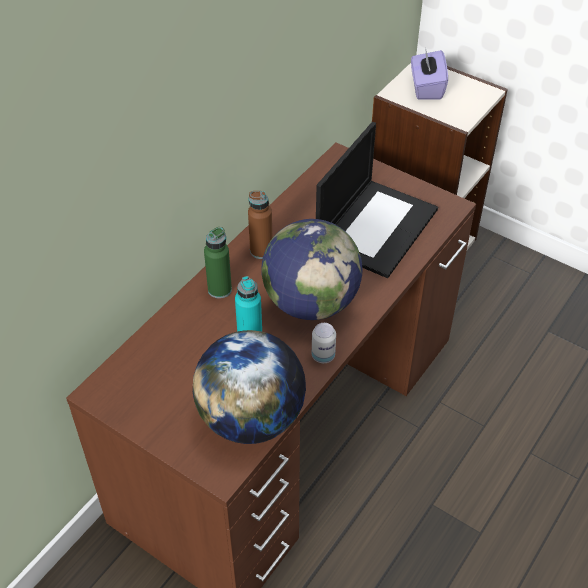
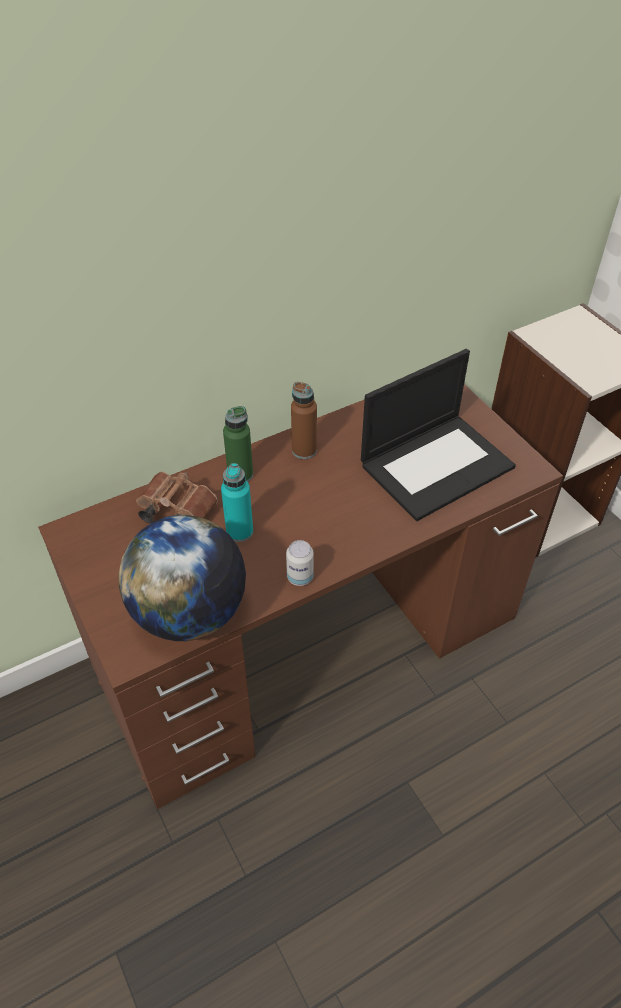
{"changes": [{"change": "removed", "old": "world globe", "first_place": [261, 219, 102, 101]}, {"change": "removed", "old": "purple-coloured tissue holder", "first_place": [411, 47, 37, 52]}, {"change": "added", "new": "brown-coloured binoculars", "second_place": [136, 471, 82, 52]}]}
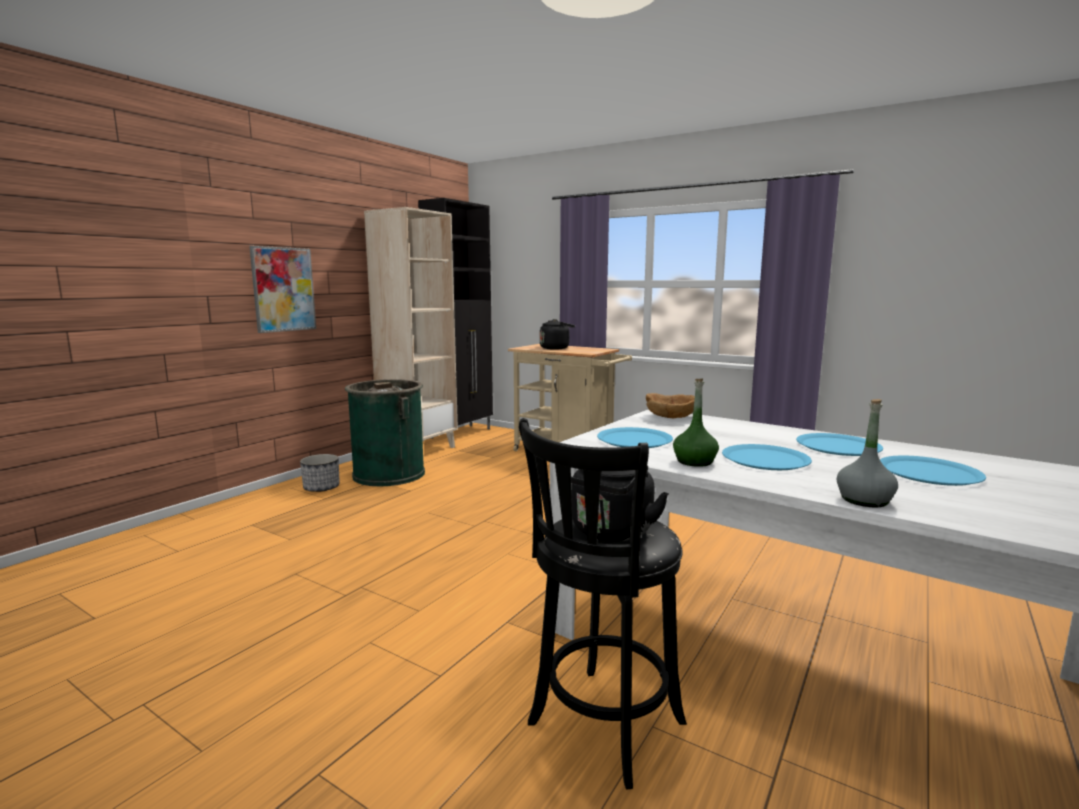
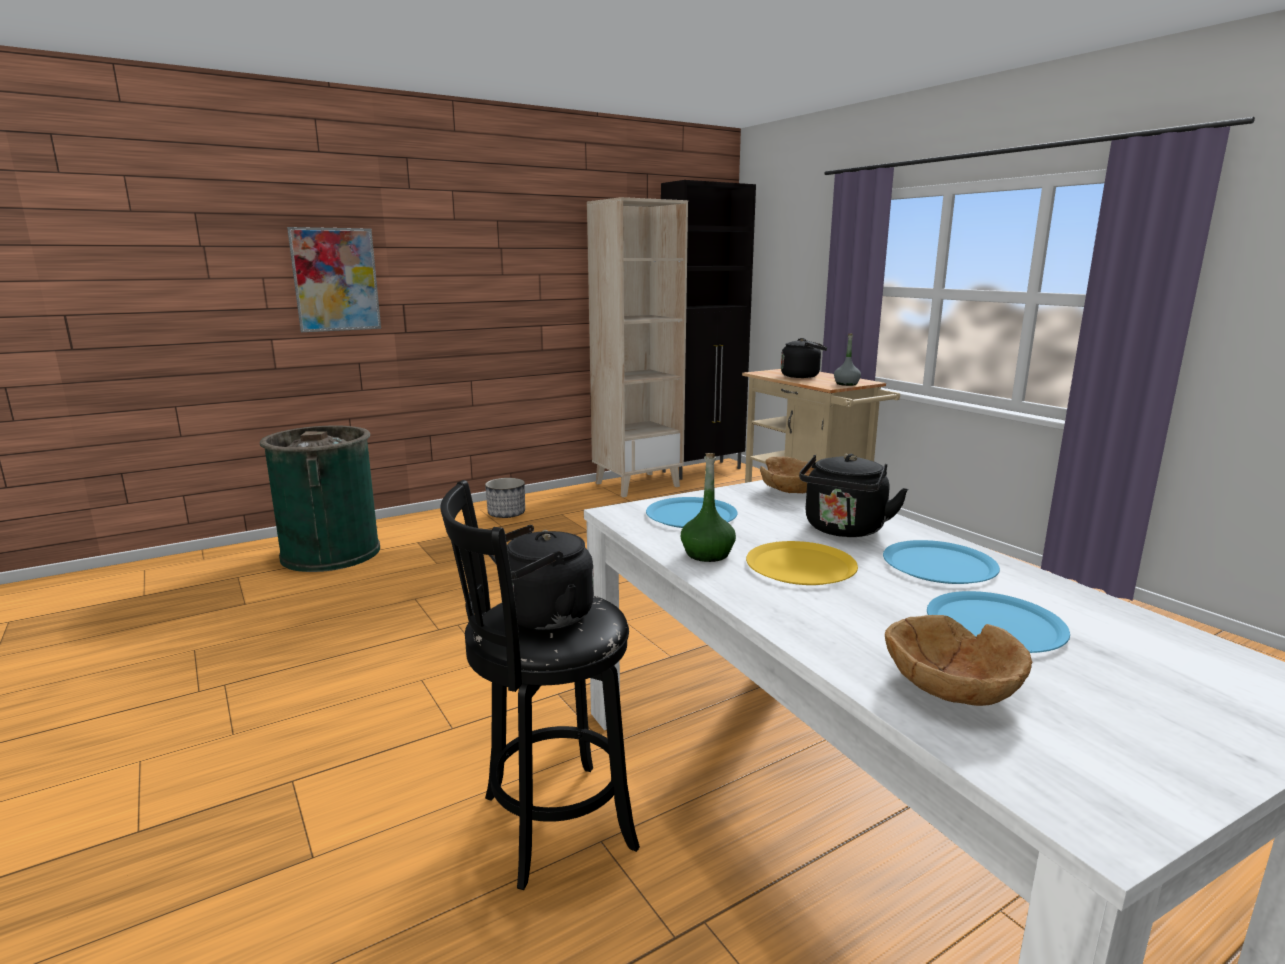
{"changes": [{"change": "added", "new": "black tea kettle", "second_place": [799, 453, 109, 84]}, {"change": "added", "new": "brown-coloured deep dish", "second_place": [885, 615, 147, 91]}, {"change": "moved", "old": "wall art", "first_place": [249, 246, 67, 87], "second_place": [287, 227, 94, 105]}, {"change": "moved", "old": "green-coloured waste bin", "first_place": [345, 379, 80, 107], "second_place": [260, 425, 120, 147]}, {"change": "moved", "old": "greyish bottle", "first_place": [837, 399, 61, 108], "second_place": [834, 333, 27, 53]}, {"change": "recoloured", "old": "blue dinner plate", "new": "yellowish dinner plate", "first_place": [722, 444, 90, 26], "second_place": [746, 541, 112, 44]}]}
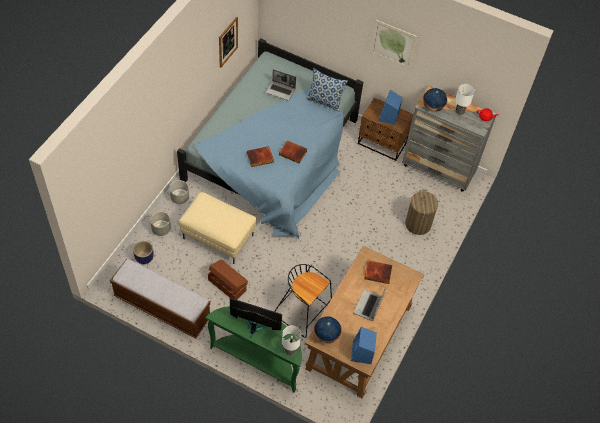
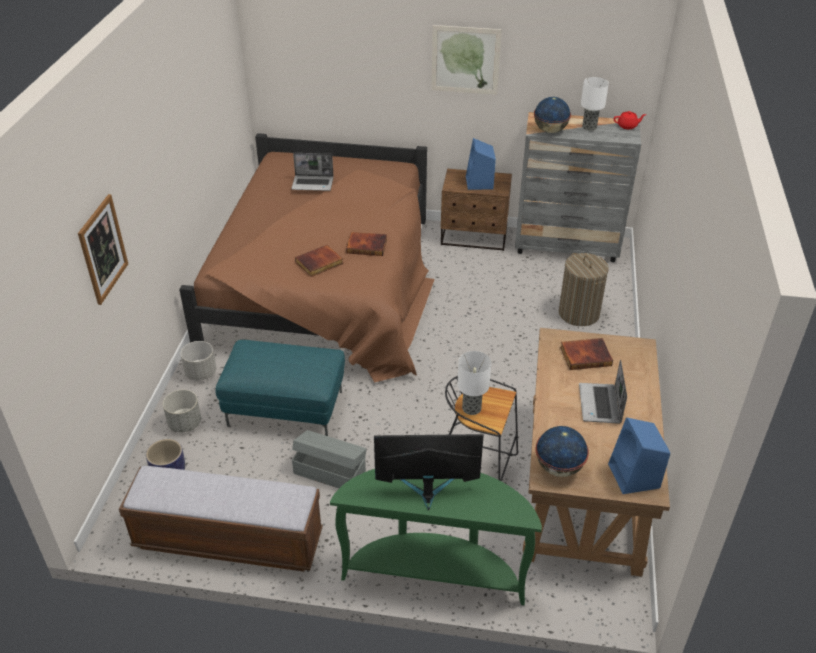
{"changes": [{"change": "removed", "old": "throw pillow", "first_place": [306, 68, 42, 44]}, {"change": "moved", "old": "wall art", "first_place": [219, 17, 19, 51], "second_place": [78, 194, 50, 111]}, {"change": "moved", "old": "tabletop lamp", "first_place": [282, 325, 19, 31], "second_place": [457, 351, 34, 64]}, {"change": "recoloured", "old": "blue bedroom bed", "new": "brown-coloured bedroom bed", "first_place": [177, 38, 186, 201], "second_place": [179, 133, 256, 250]}, {"change": "recoloured", "old": "beige-coloured pouffe", "new": "turquoise pouffe", "first_place": [179, 192, 78, 72], "second_place": [216, 340, 129, 96]}, {"change": "recoloured", "old": "brown-coloured storage box", "new": "greyish storage box", "first_place": [208, 259, 40, 41], "second_place": [292, 430, 75, 58]}]}
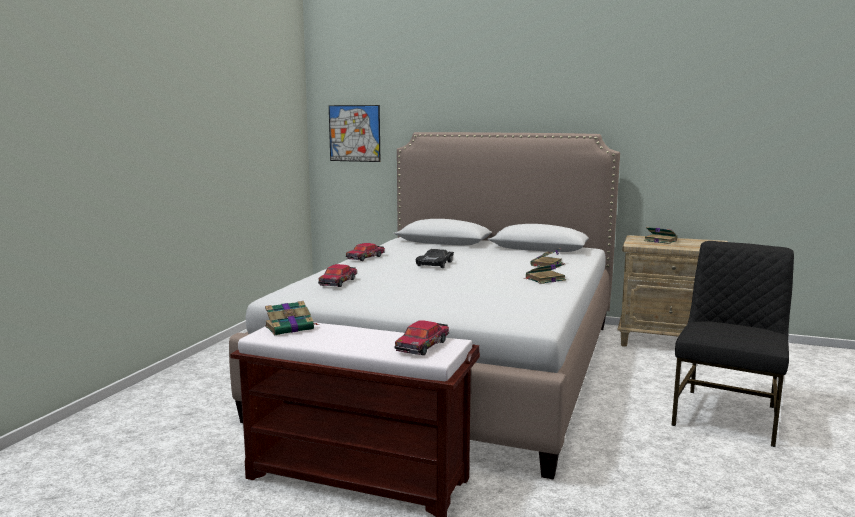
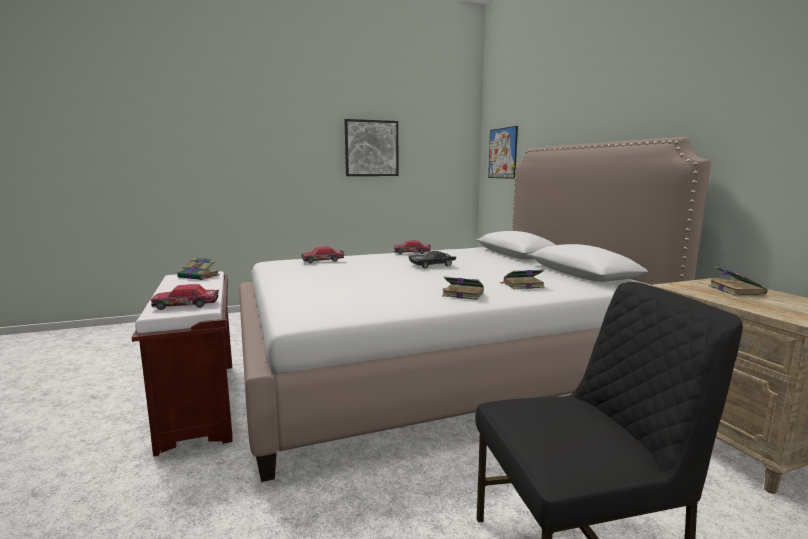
{"changes": [{"change": "added", "new": "wall art", "second_place": [344, 119, 54, 57]}]}
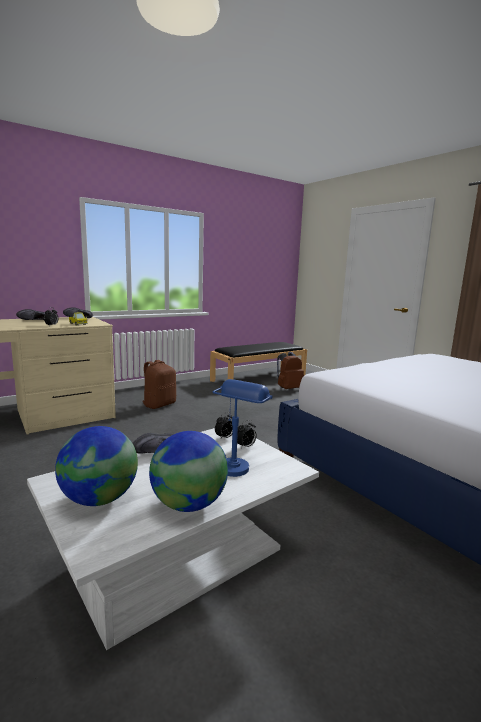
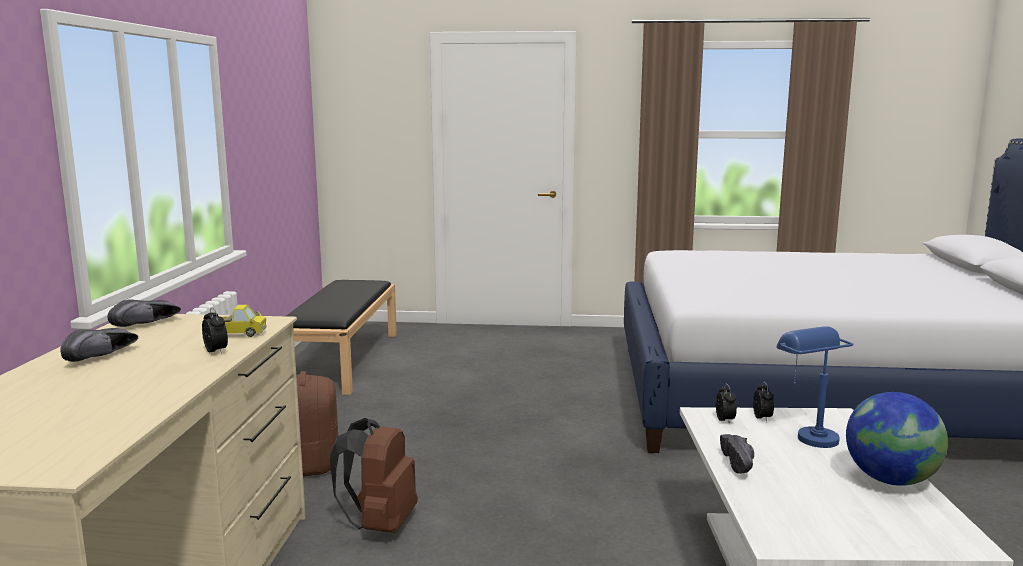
{"changes": [{"change": "removed", "old": "world globe", "first_place": [55, 426, 83, 80]}, {"change": "moved", "old": "brown-coloured backpack", "first_place": [277, 352, 27, 37], "second_place": [330, 418, 88, 115]}]}
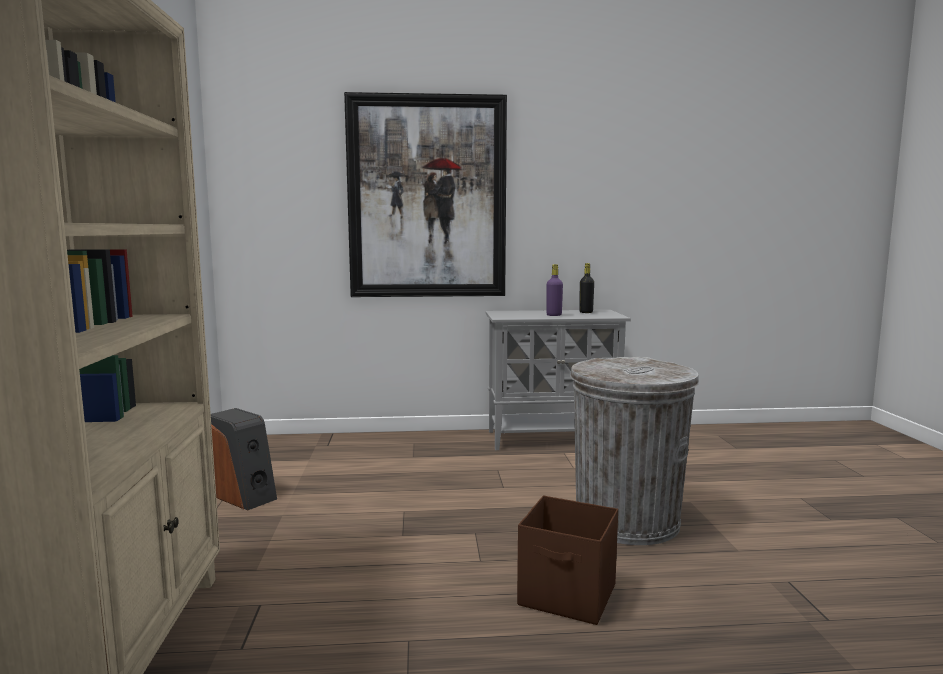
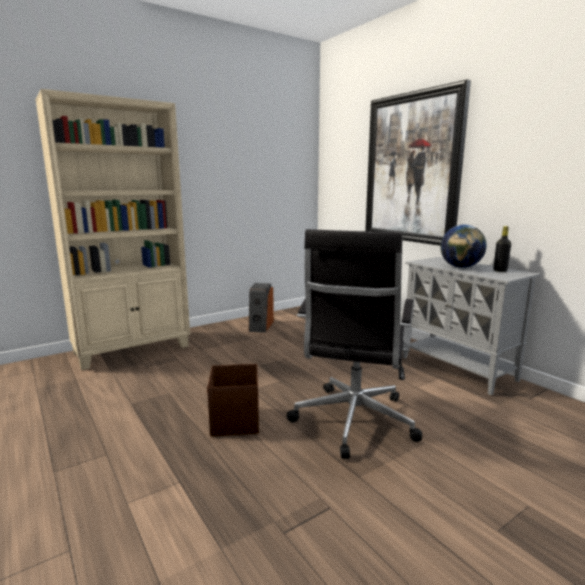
{"changes": [{"change": "replaced", "old": "purple-coloured bottle", "new": "world globe", "first_place": [546, 264, 17, 52], "second_place": [440, 225, 47, 43]}, {"change": "replaced", "old": "greyish waste bin", "new": "black desk chair", "first_place": [570, 357, 129, 188], "second_place": [287, 229, 135, 230]}]}
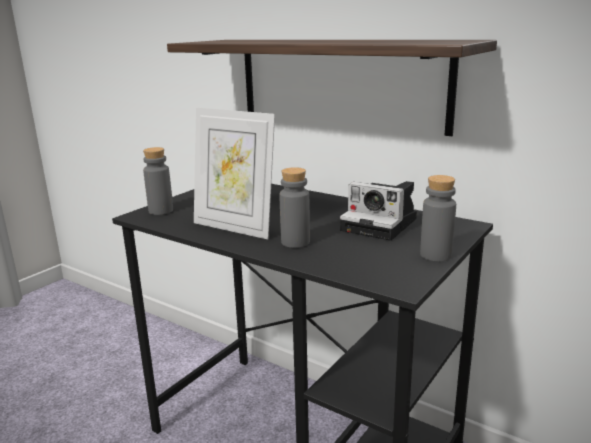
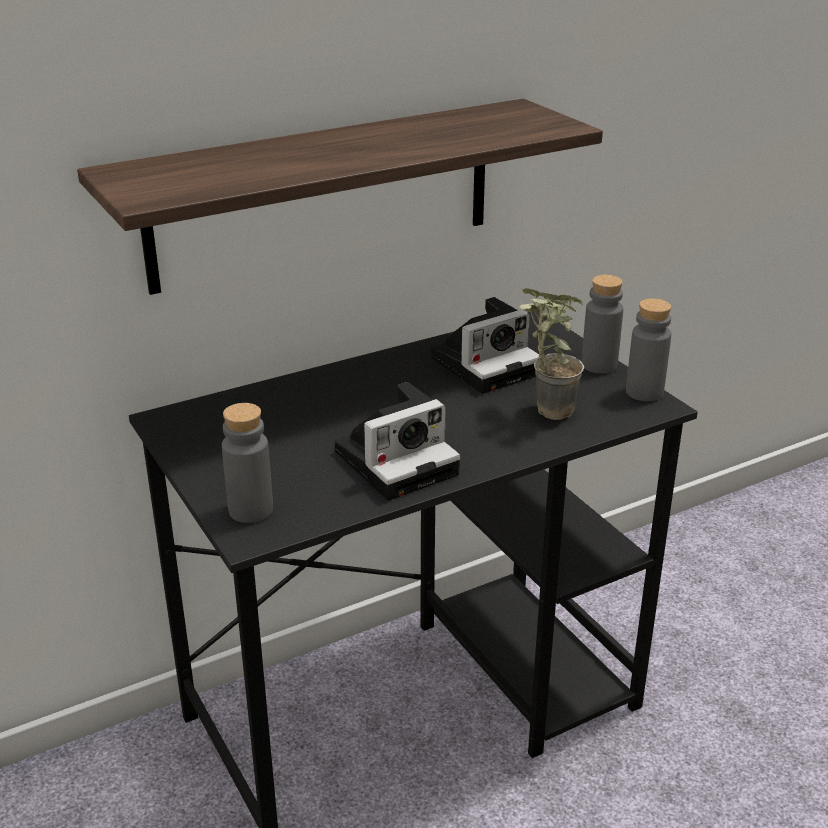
{"changes": [{"change": "added", "new": "plant in a pot", "second_place": [519, 288, 65, 132]}, {"change": "moved", "old": "greyish bottle", "first_place": [279, 167, 31, 81], "second_place": [626, 298, 45, 104]}, {"change": "replaced", "old": "standing frame", "new": "photo camera", "first_place": [194, 108, 81, 131], "second_place": [335, 382, 125, 119]}]}
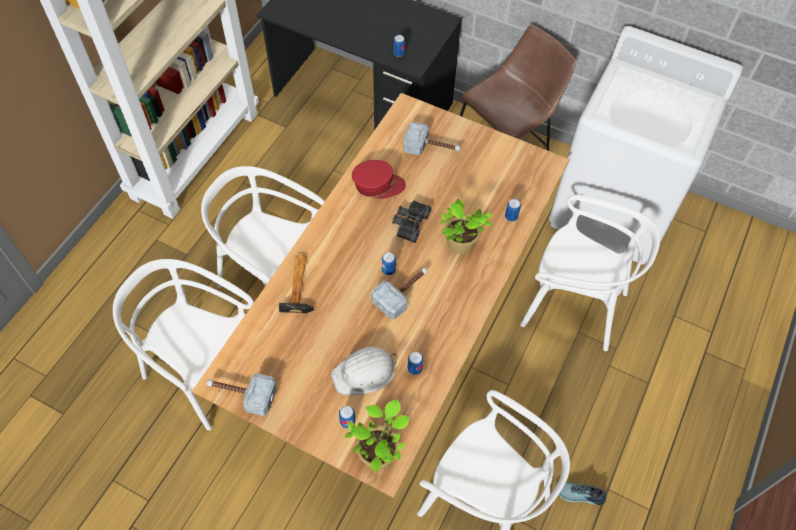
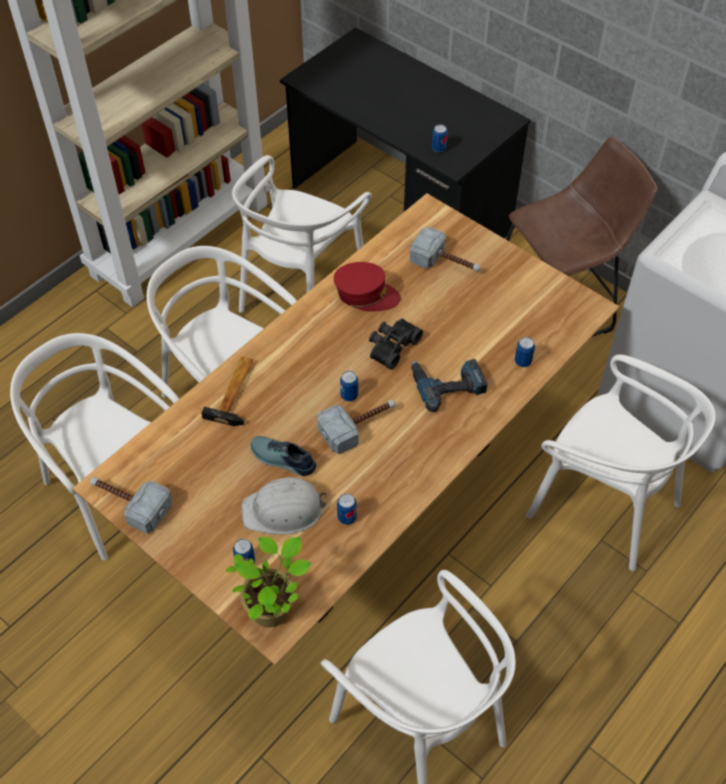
{"changes": [{"change": "added", "new": "white upright chair", "second_place": [232, 155, 140, 158]}, {"change": "moved", "old": "shoe", "first_place": [555, 482, 52, 23], "second_place": [251, 436, 65, 40]}, {"change": "replaced", "old": "plant in a pot", "new": "electric drill", "first_place": [441, 199, 51, 55], "second_place": [411, 359, 77, 53]}]}
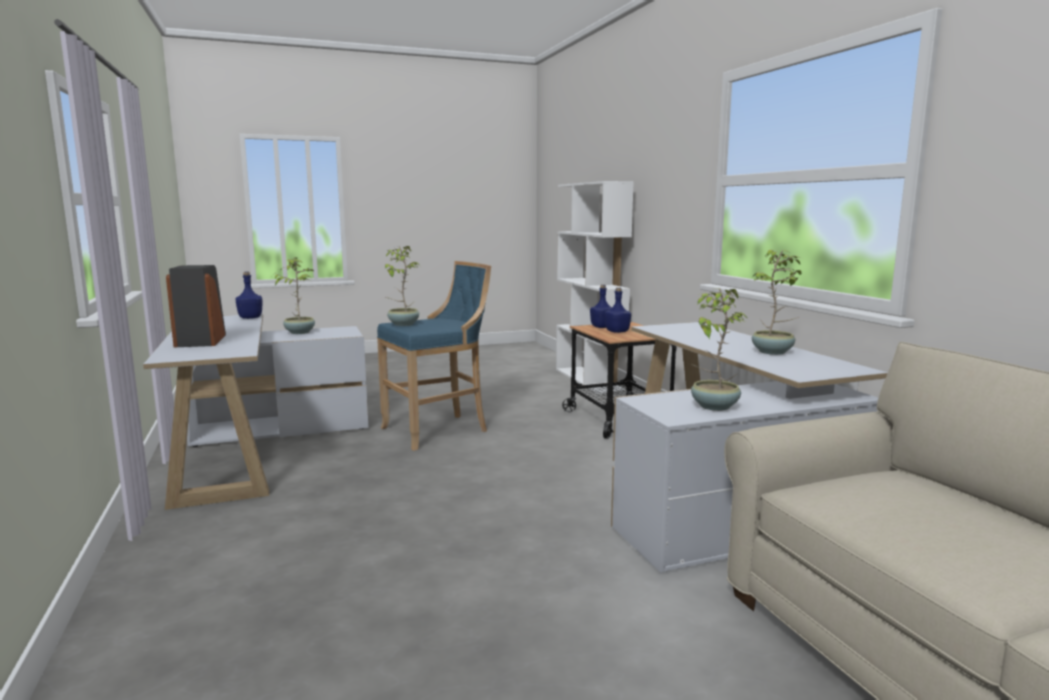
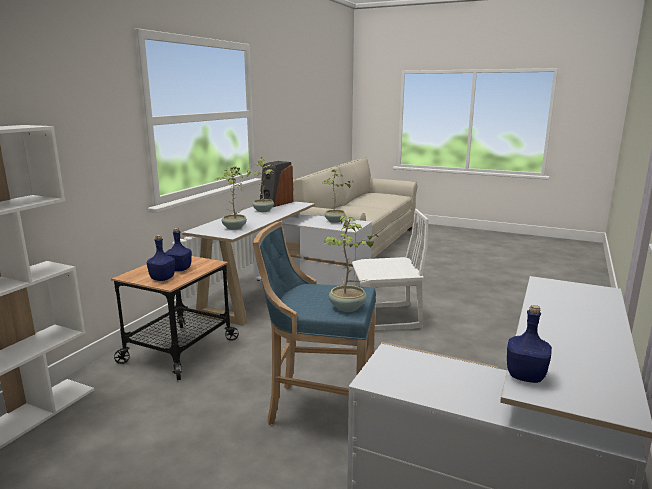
{"changes": [{"change": "added", "new": "white upright chair", "second_place": [352, 209, 77, 121]}, {"change": "moved", "old": "speaker", "first_place": [166, 265, 60, 82], "second_place": [260, 161, 33, 46]}, {"change": "moved", "old": "plant in a pot", "first_place": [272, 257, 43, 77], "second_place": [214, 167, 33, 63]}]}
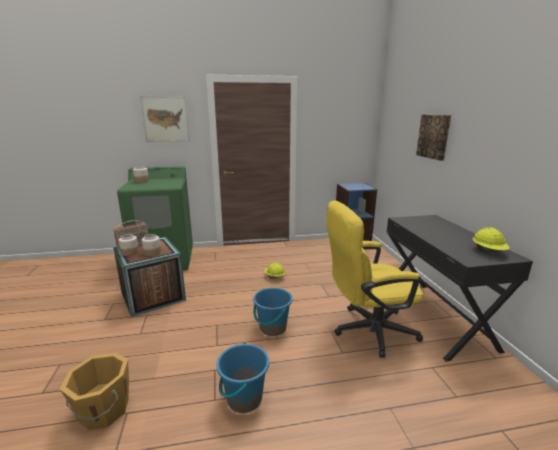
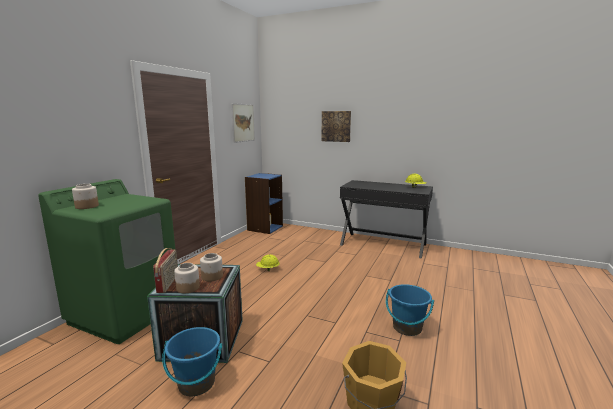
{"changes": [{"change": "removed", "old": "yellowish desk chair", "first_place": [326, 200, 97, 158]}, {"change": "moved", "old": "wall art", "first_place": [140, 96, 50, 46], "second_place": [231, 103, 24, 40]}, {"change": "moved", "old": "blue bucket", "first_place": [253, 288, 40, 48], "second_place": [162, 327, 60, 69]}]}
